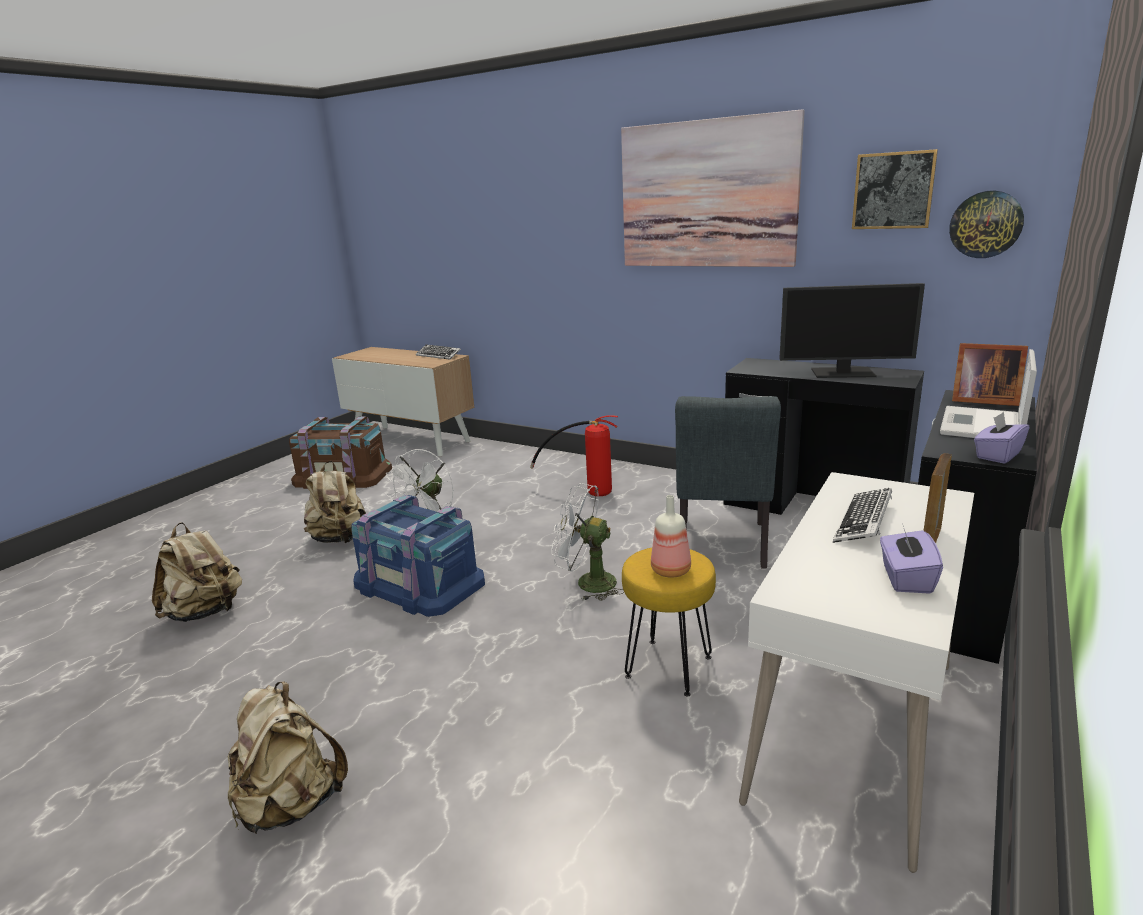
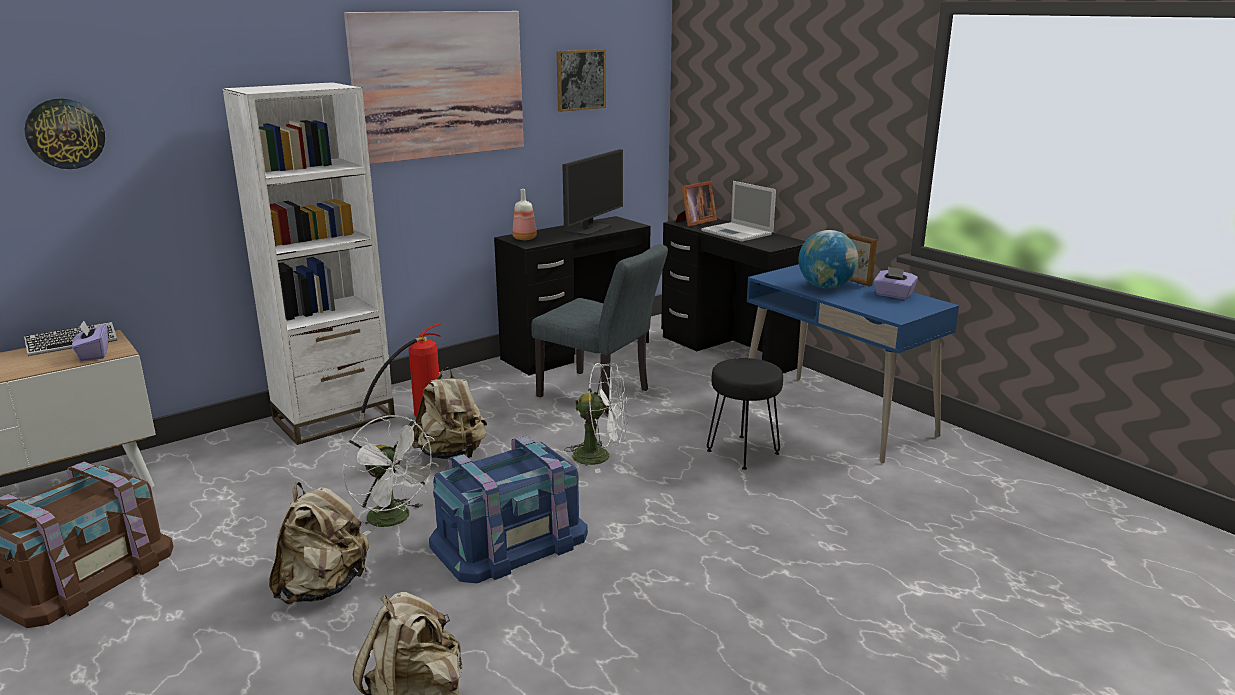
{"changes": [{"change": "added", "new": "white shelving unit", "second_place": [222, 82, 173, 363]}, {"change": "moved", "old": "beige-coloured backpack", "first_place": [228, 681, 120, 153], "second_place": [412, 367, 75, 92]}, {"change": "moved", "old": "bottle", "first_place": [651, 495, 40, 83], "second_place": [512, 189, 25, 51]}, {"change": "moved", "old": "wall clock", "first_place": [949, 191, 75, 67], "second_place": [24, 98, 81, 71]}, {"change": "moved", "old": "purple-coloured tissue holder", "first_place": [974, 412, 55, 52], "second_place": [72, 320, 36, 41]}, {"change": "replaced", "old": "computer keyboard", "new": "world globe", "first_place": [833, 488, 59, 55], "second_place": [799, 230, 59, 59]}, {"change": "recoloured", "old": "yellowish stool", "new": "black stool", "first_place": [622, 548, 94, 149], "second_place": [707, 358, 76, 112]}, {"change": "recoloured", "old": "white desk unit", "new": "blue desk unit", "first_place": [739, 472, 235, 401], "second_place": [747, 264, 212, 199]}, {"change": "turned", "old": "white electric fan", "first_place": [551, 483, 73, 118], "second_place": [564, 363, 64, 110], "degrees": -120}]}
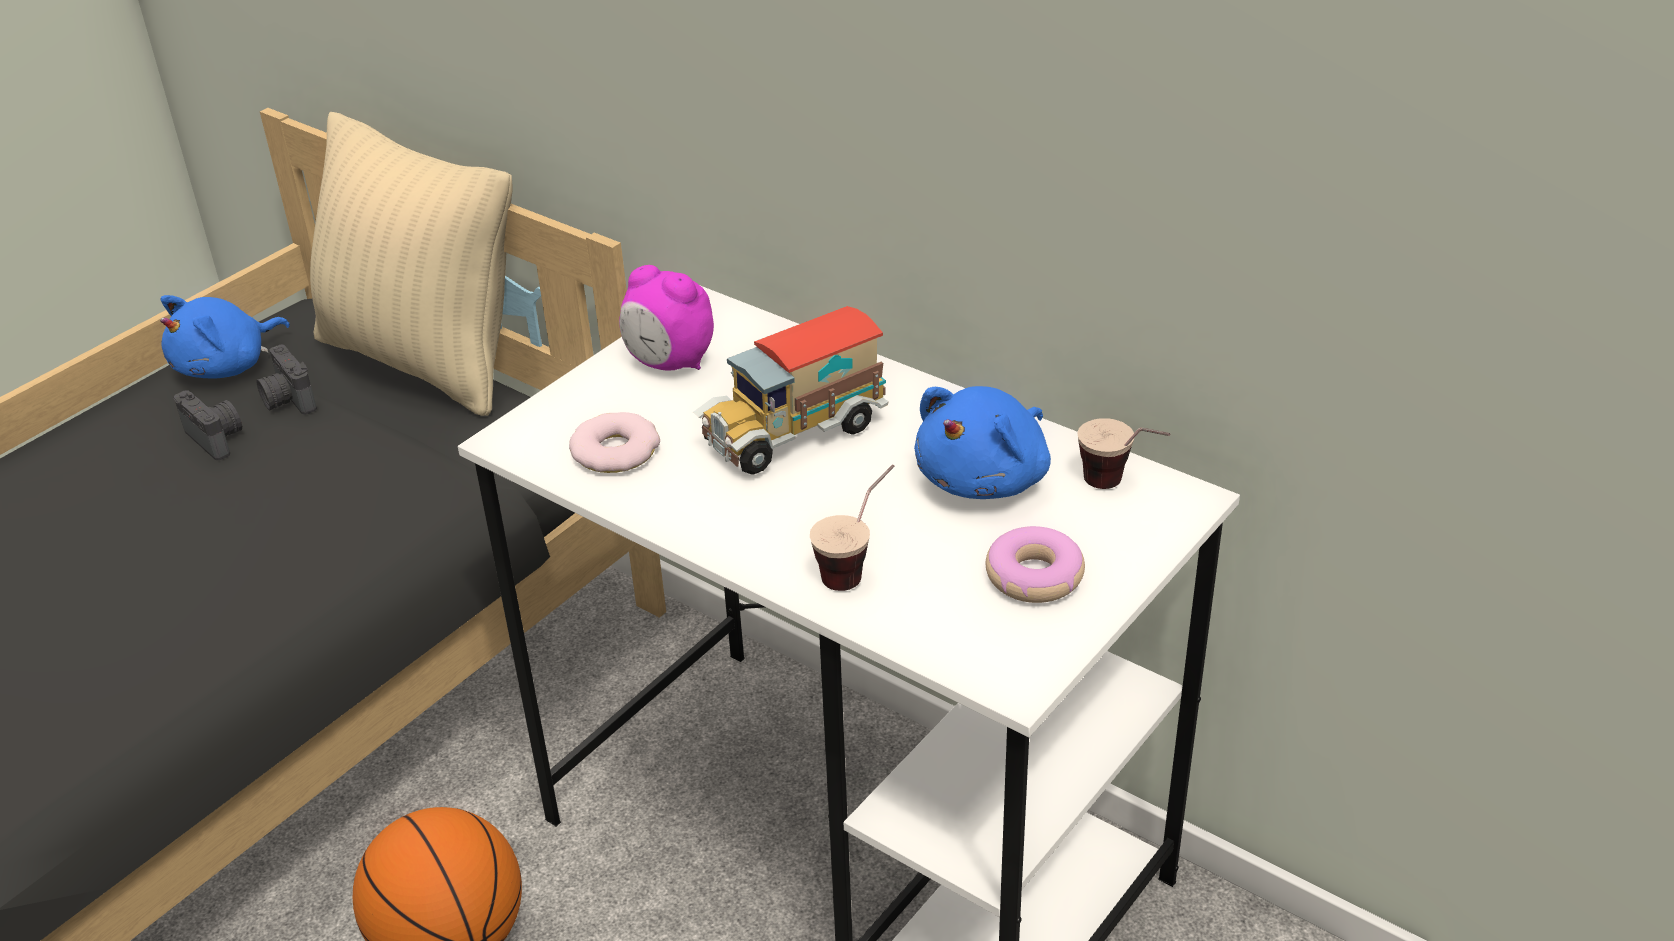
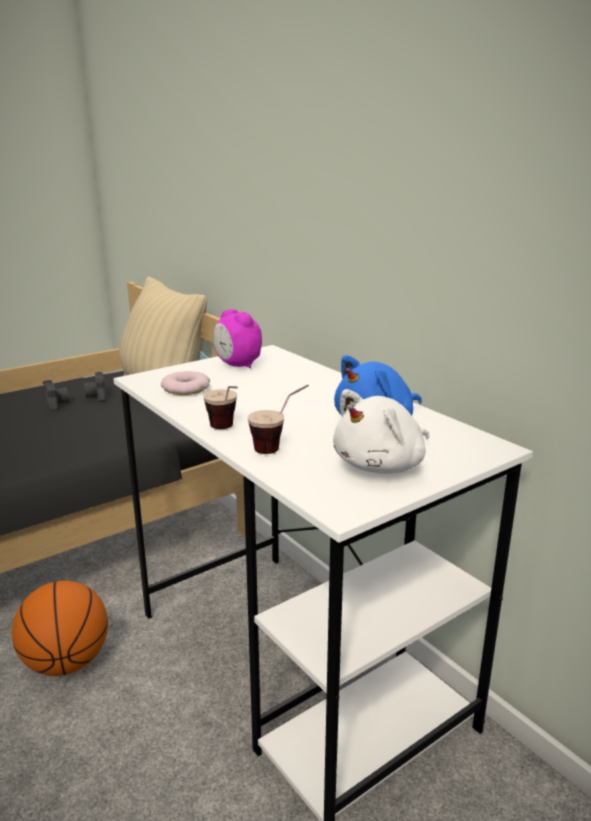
{"changes": [{"change": "removed", "old": "blue cuddly toy", "first_place": [160, 295, 130, 84]}, {"change": "removed", "old": "model truck", "first_place": [693, 306, 196, 169]}, {"change": "moved", "old": "cup", "first_place": [1077, 418, 93, 71], "second_place": [203, 386, 35, 43]}, {"change": "replaced", "old": "donut", "new": "white cuddly toy", "first_place": [986, 526, 99, 77], "second_place": [333, 389, 96, 85]}]}
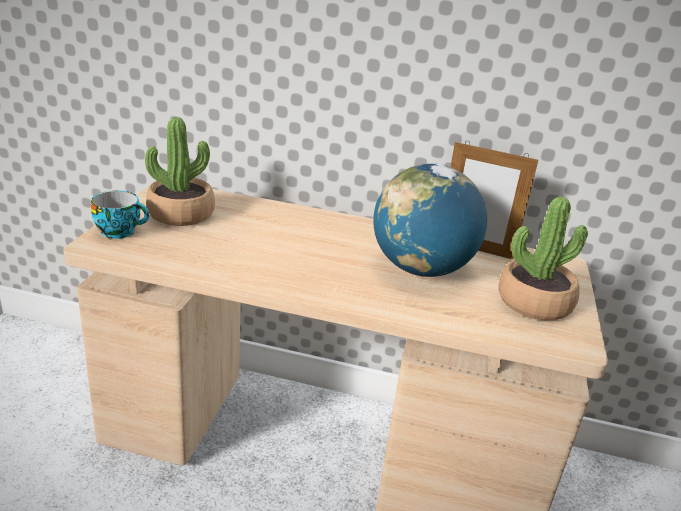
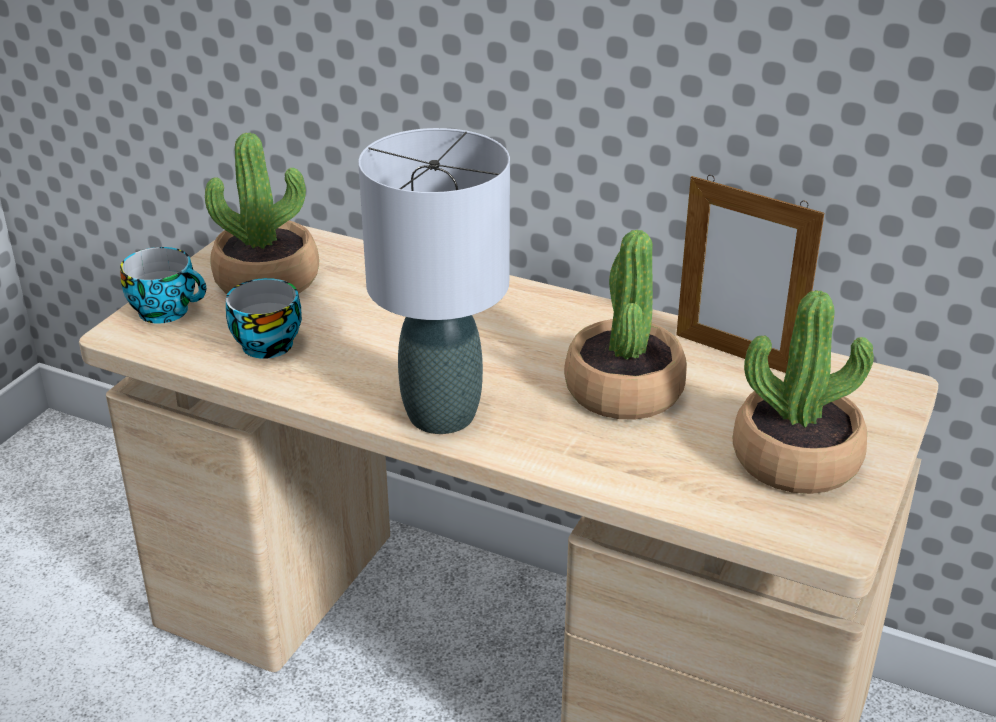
{"changes": [{"change": "added", "new": "cup", "second_place": [226, 278, 76, 81]}, {"change": "added", "new": "greyish tabletop lamp", "second_place": [358, 128, 152, 306]}, {"change": "replaced", "old": "world globe", "new": "plant in a pot", "first_place": [373, 164, 114, 113], "second_place": [564, 230, 123, 190]}]}
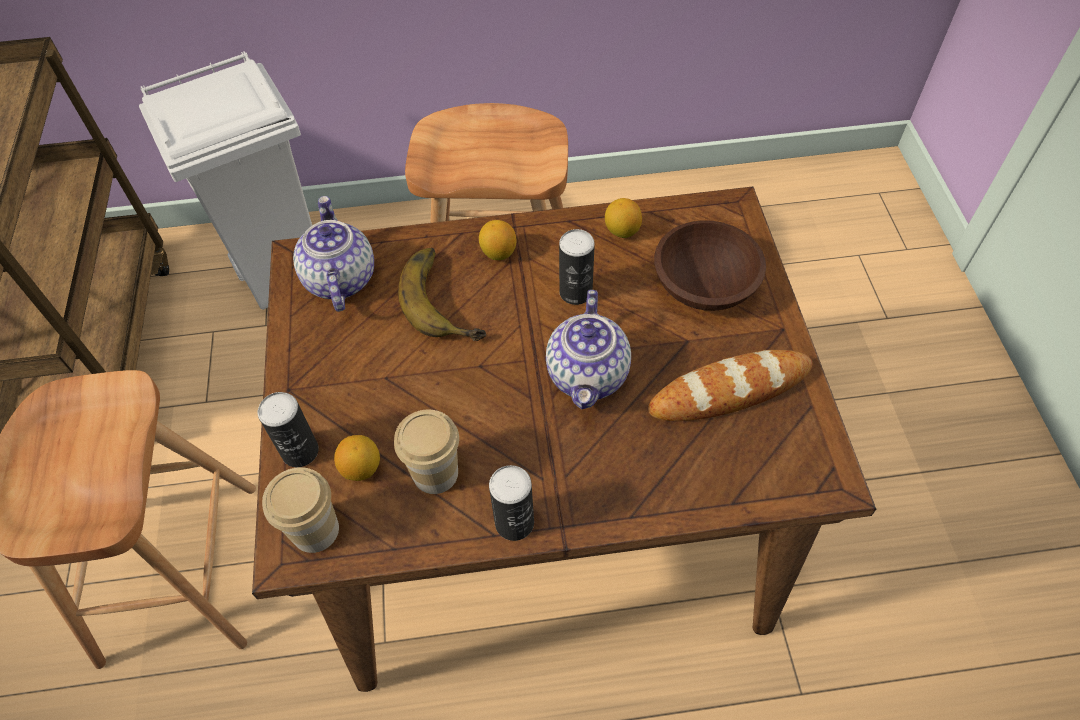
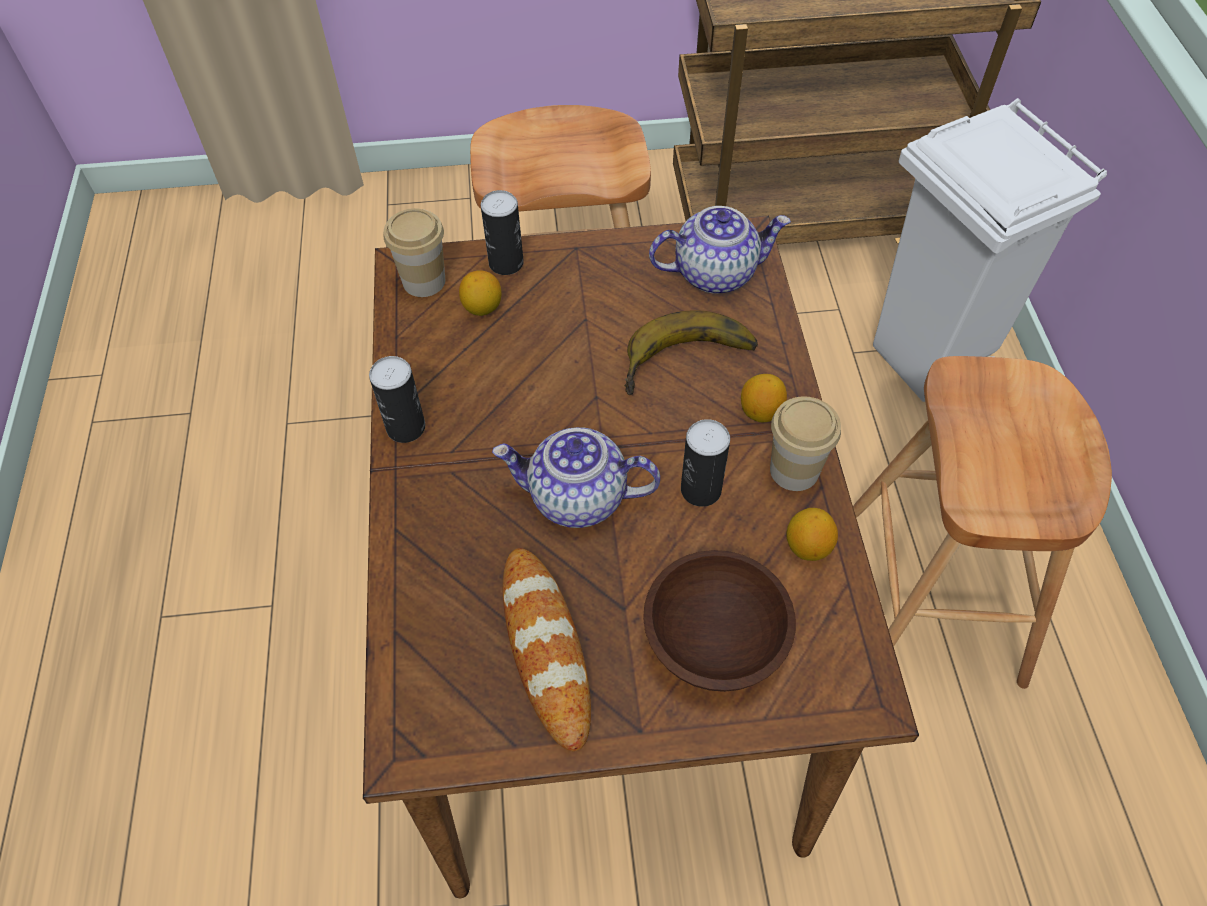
{"changes": [{"change": "moved", "old": "cup", "first_place": [394, 410, 65, 84], "second_place": [770, 396, 71, 95]}]}
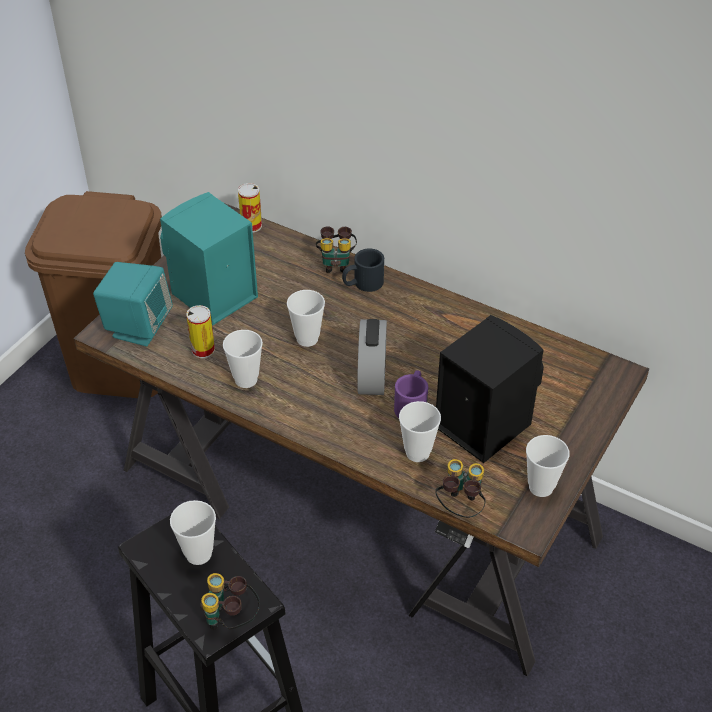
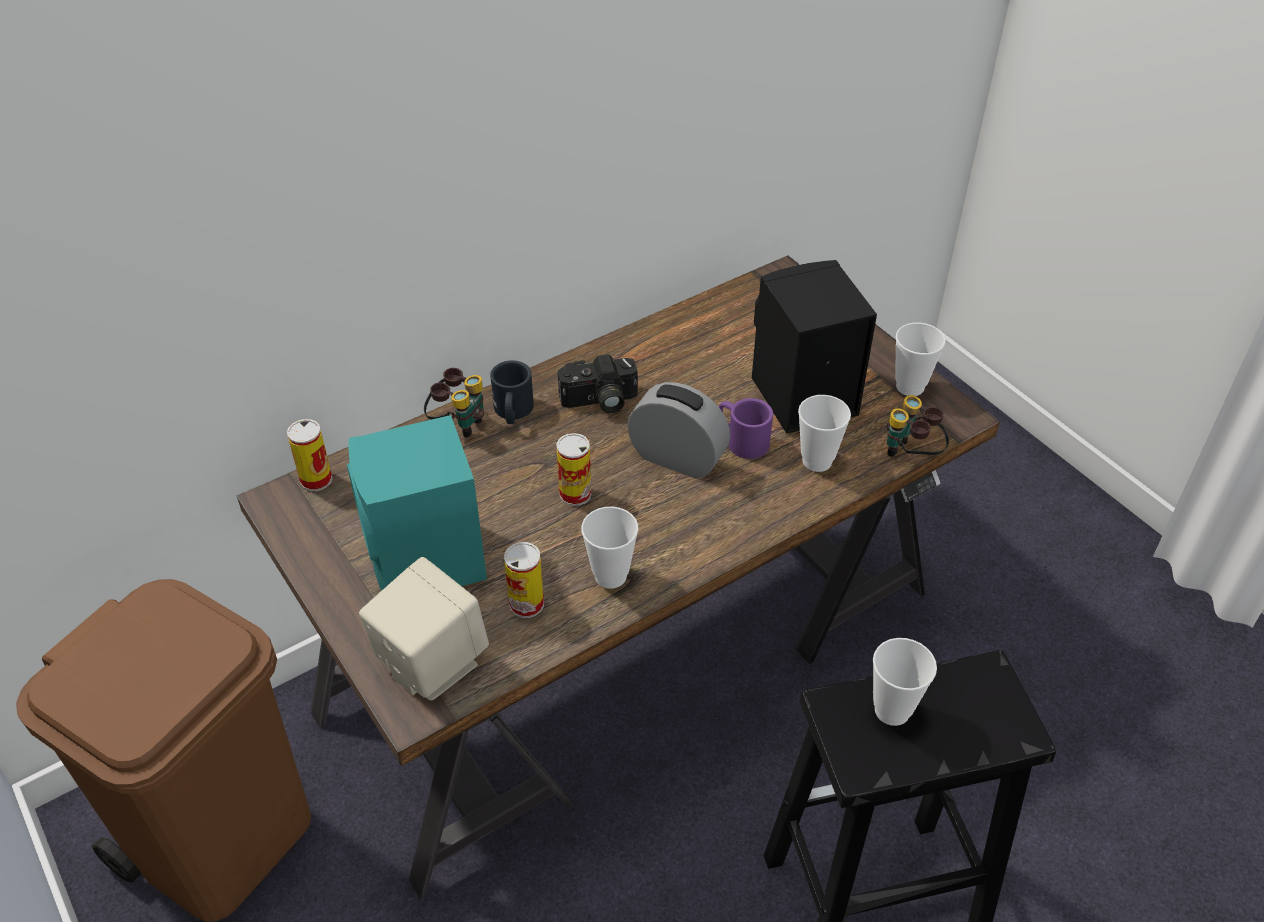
{"changes": [{"change": "removed", "old": "binoculars", "first_place": [201, 573, 59, 57]}, {"change": "added", "new": "photo camera", "second_place": [558, 354, 80, 59]}, {"change": "replaced", "old": "cup", "new": "can", "first_place": [287, 290, 38, 57], "second_place": [556, 433, 35, 73]}, {"change": "recoloured", "old": "turquoise speaker", "new": "beige-coloured speaker", "first_place": [93, 262, 80, 84], "second_place": [359, 557, 130, 143]}]}
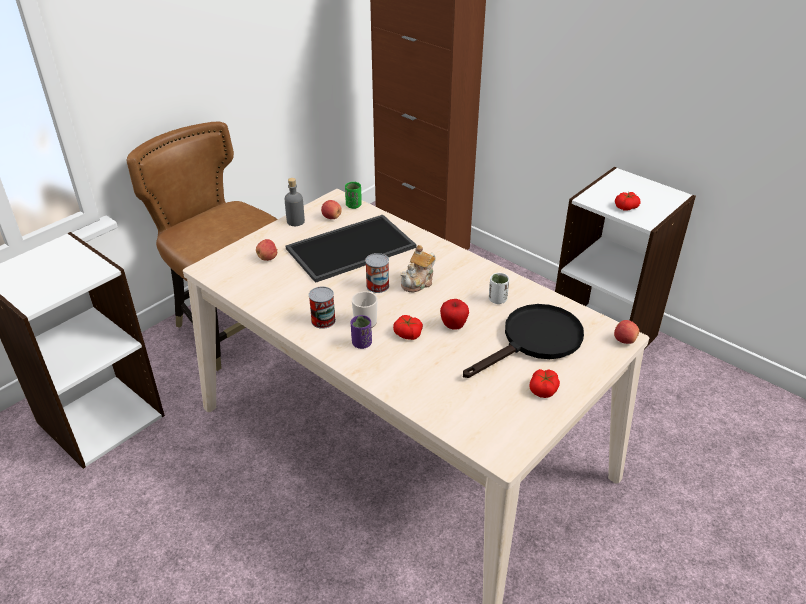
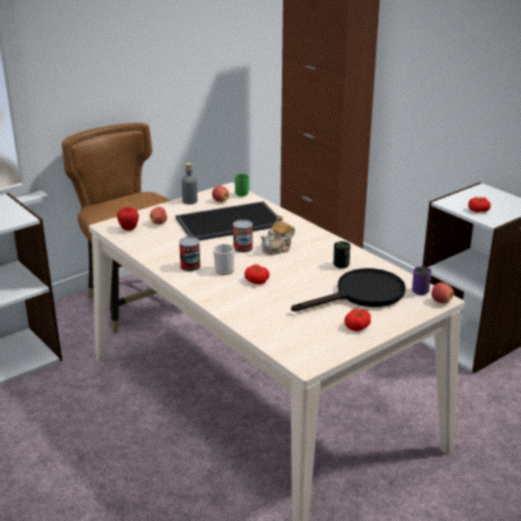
{"changes": [{"change": "moved", "old": "purple-coloured cup", "first_place": [351, 315, 21, 34], "second_place": [412, 266, 19, 29]}, {"change": "moved", "old": "apple", "first_place": [440, 299, 29, 31], "second_place": [117, 207, 22, 24]}, {"change": "recoloured", "old": "white cup", "new": "black cup", "first_place": [489, 273, 20, 31], "second_place": [333, 241, 17, 27]}]}
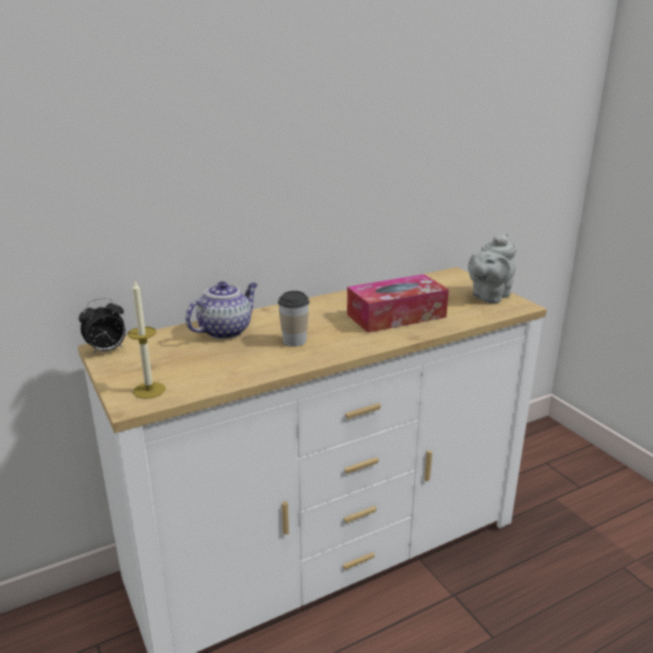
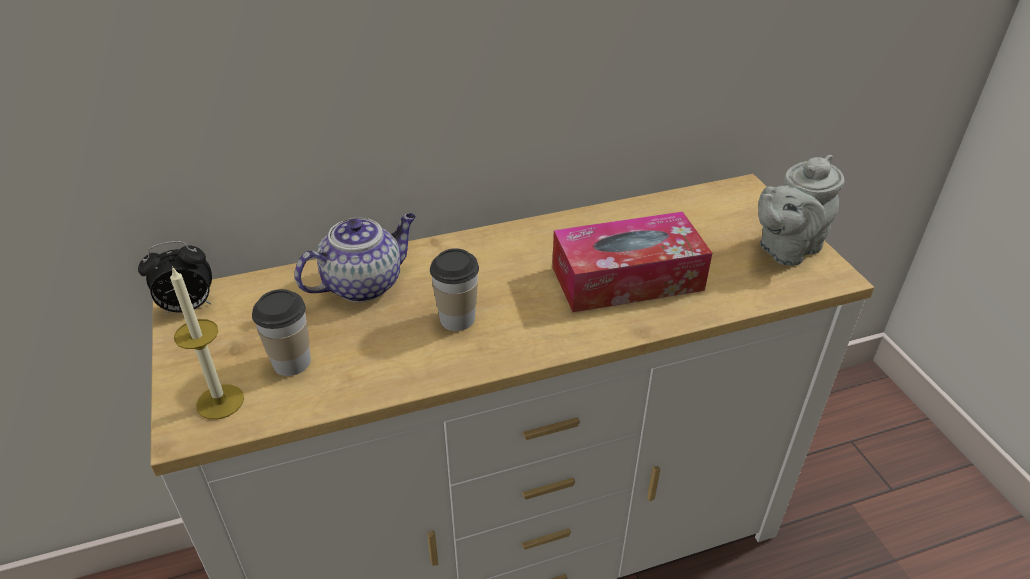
{"changes": [{"change": "added", "new": "cup", "second_place": [252, 289, 59, 87]}]}
